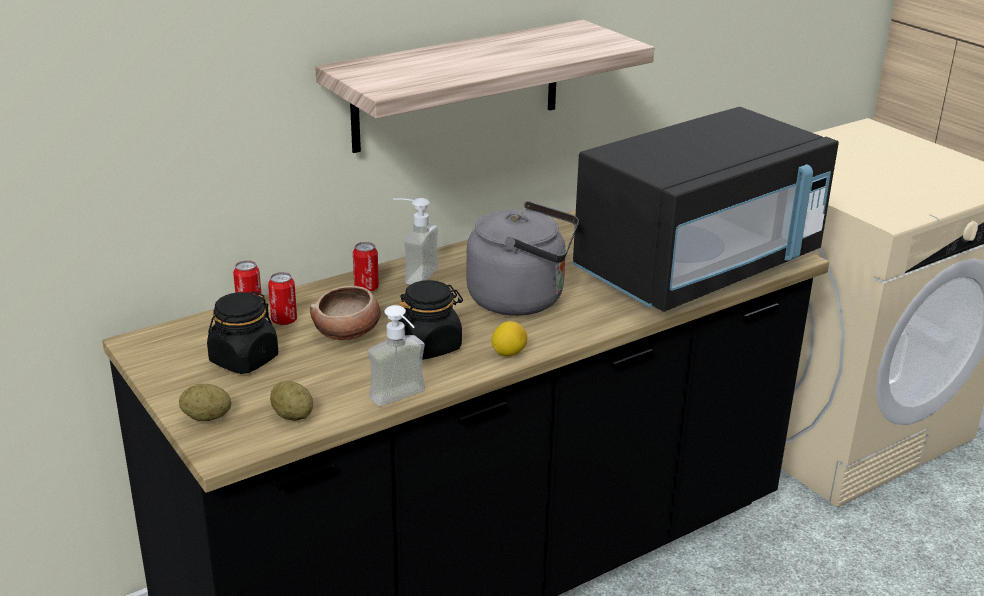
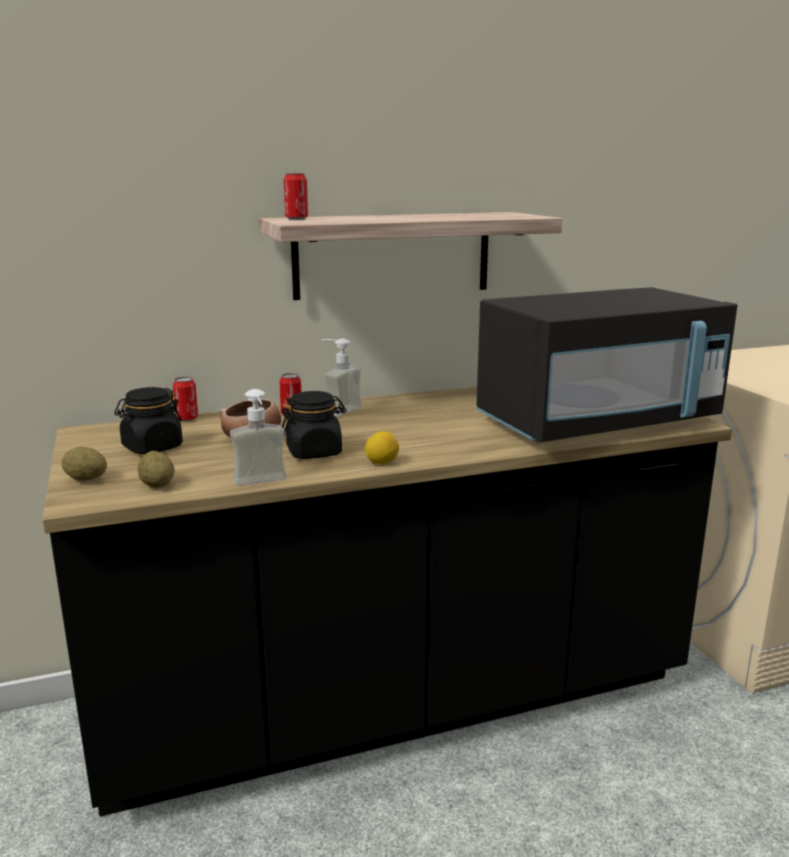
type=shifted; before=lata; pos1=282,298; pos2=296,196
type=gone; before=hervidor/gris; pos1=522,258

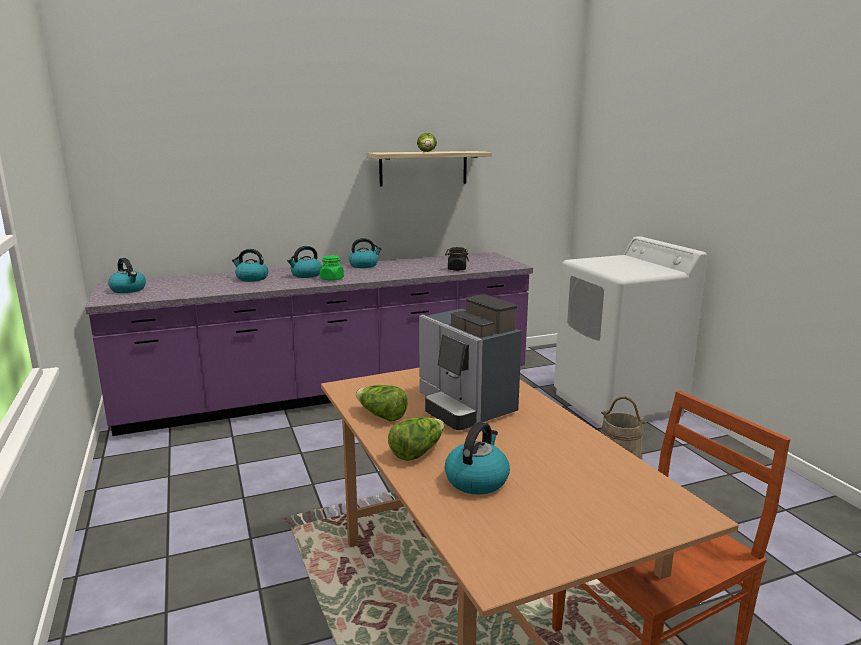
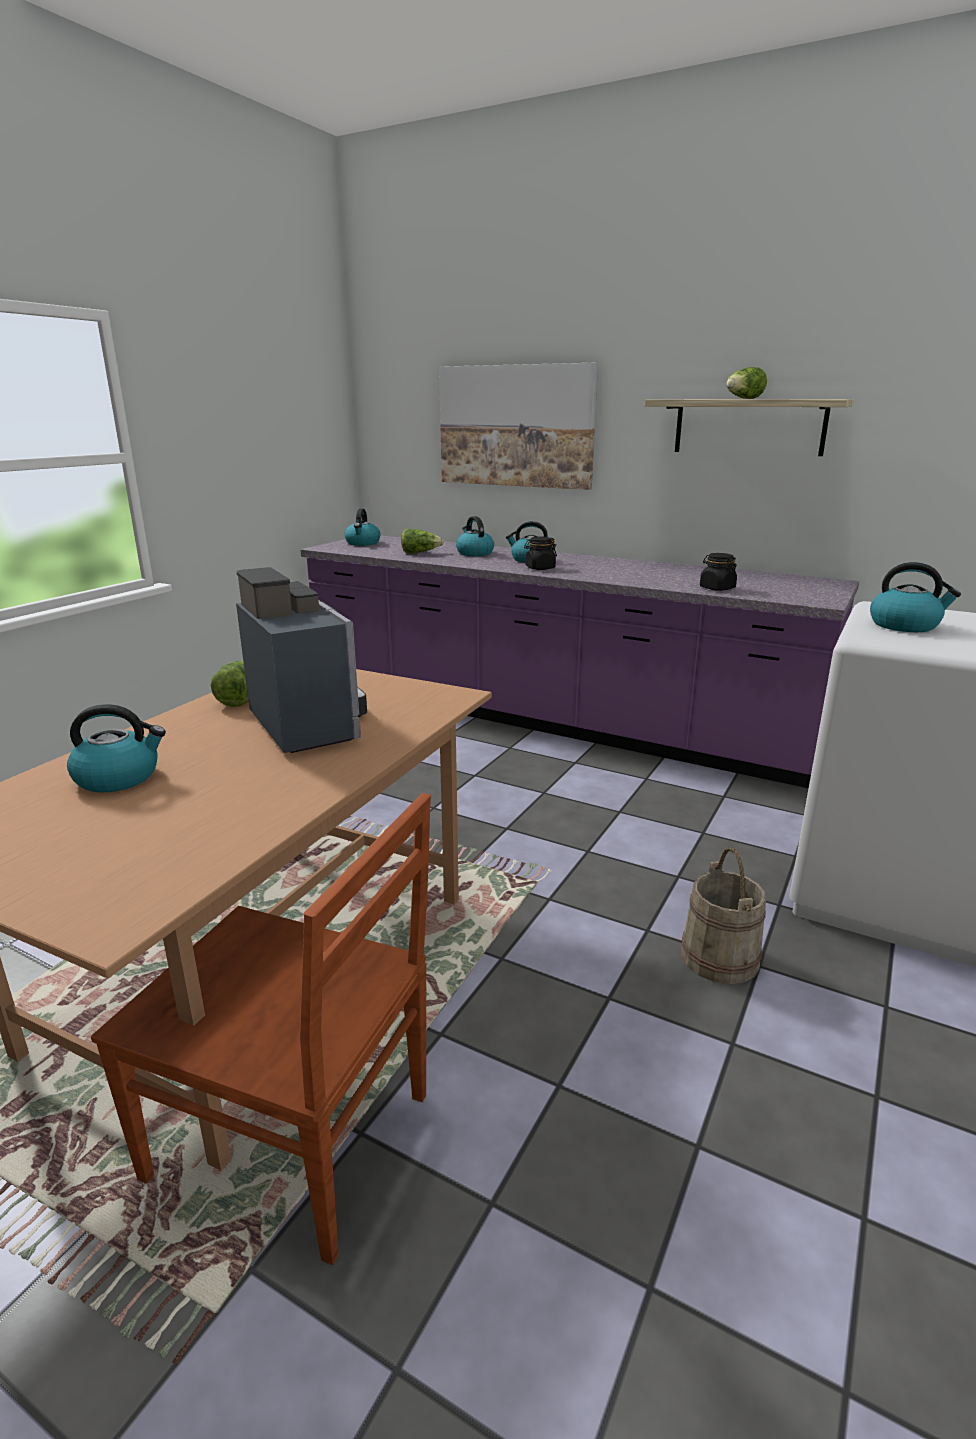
type=repainted; before=tarro/verde; after=tarro/negro; pos1=332,268; pos2=540,553
type=shifted; before=hervidor; pos1=365,253; pos2=915,597
type=shifted; before=lechuga; pos1=416,439; pos2=422,541
type=rotated; before=cafetera; pos1=470,362; pos2=301,660; turn=135
type=new; after=cuadro; pos2=518,426

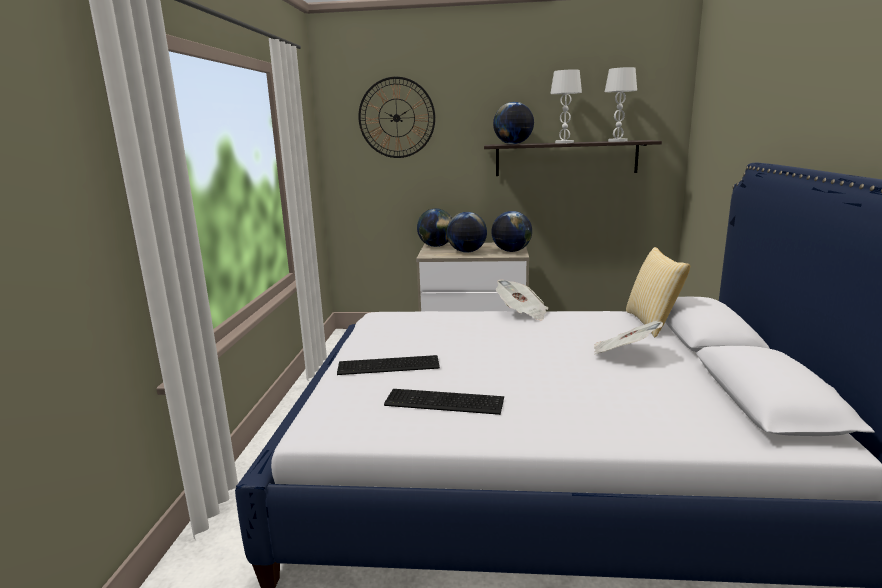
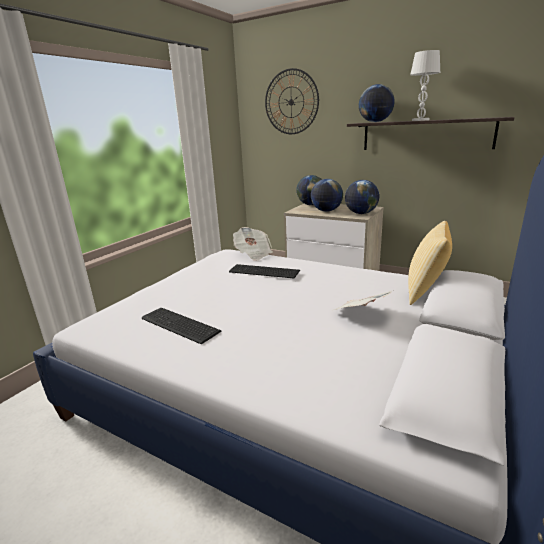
type=shifted; before=teclado; pos1=388,365; pos2=264,271
type=shifted; before=periódico; pos1=522,299; pos2=253,244
type=gone; before=lámpara de mesa/blanco; pos1=621,104

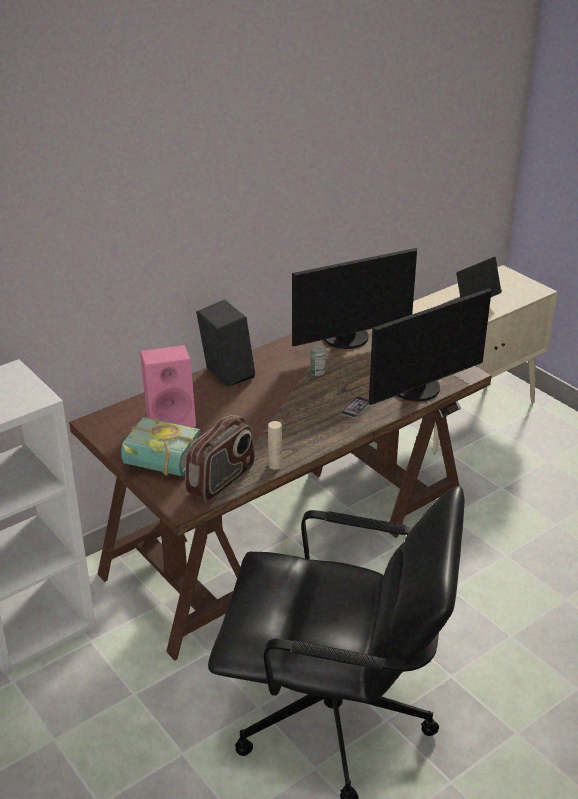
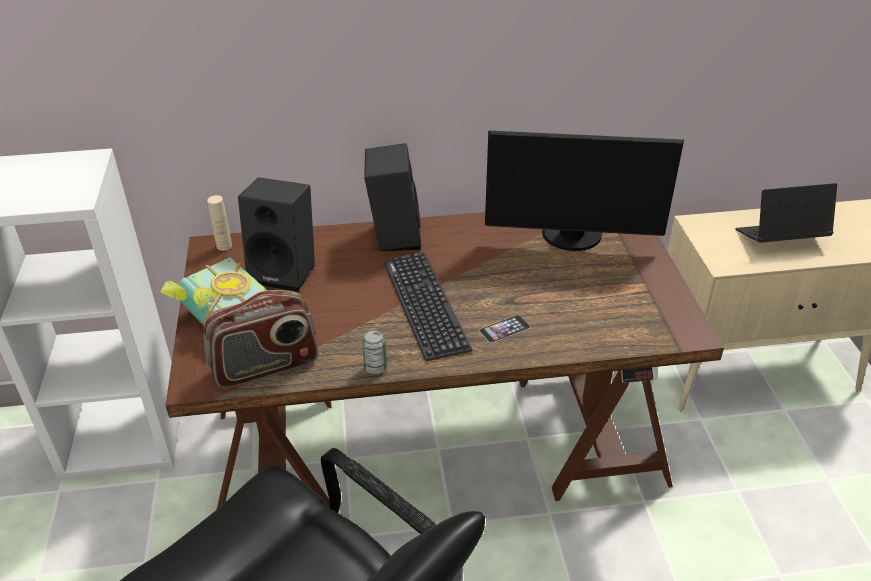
type=repainted; before=altavoz/rosa; after=altavoz/negro; pos1=168,386; pos2=276,234
type=shifted; before=botella/beis; pos1=275,445; pos2=219,223
type=shifted; before=lata; pos1=318,360; pos2=374,352
type=gone; before=monitor; pos1=430,346
type=new; after=teclado; pos2=428,306

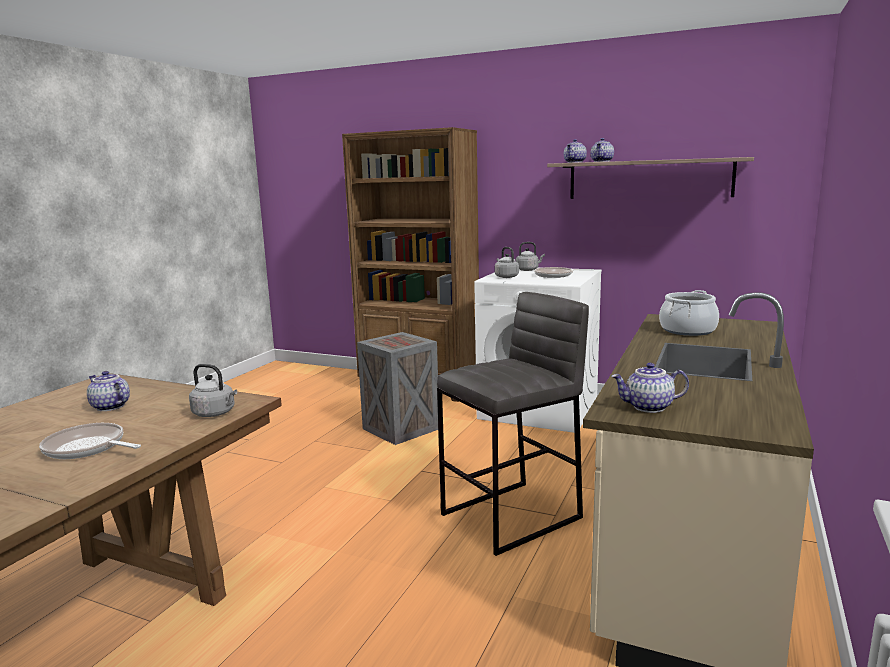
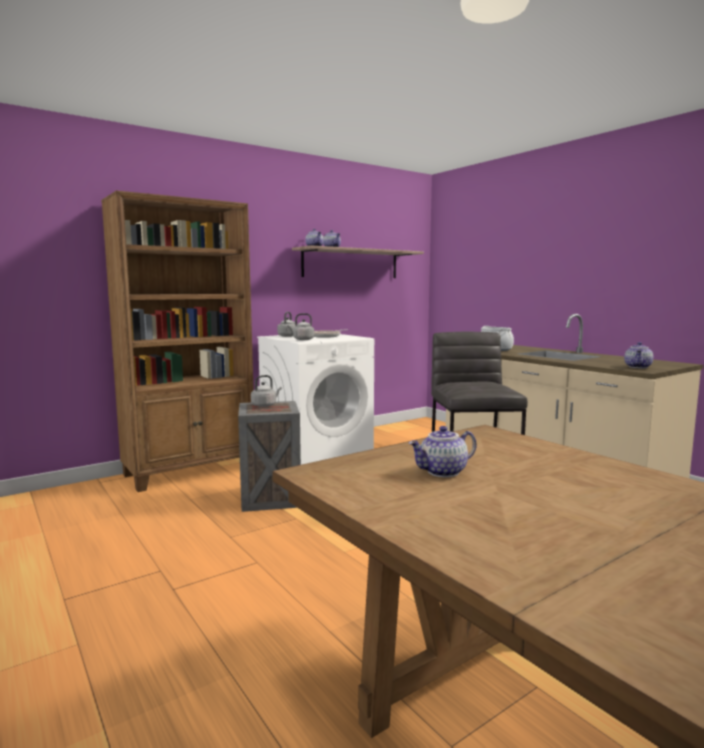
type=gone; before=sartén; pos1=90,441
type=shifted; before=hervidor/gris; pos1=213,390; pos2=266,391

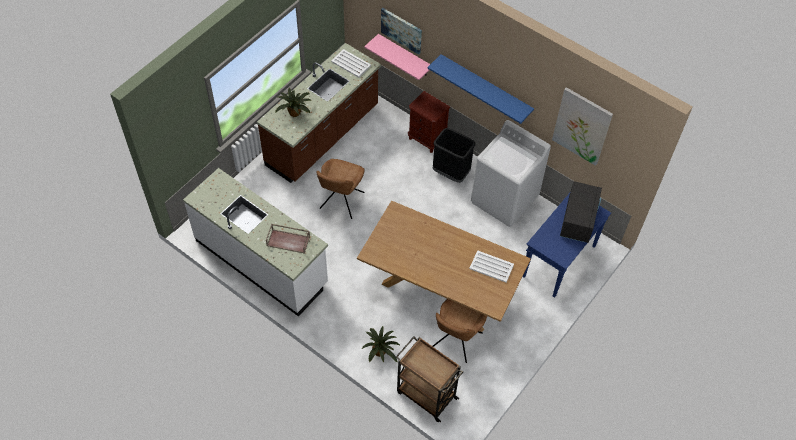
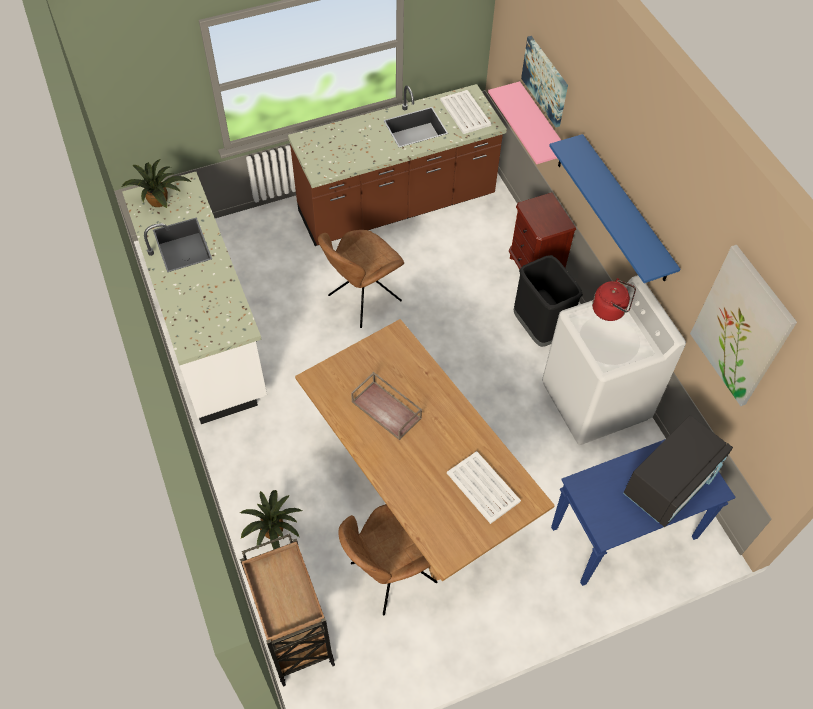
type=shifted; before=bandeja/marrón; pos1=288,239; pos2=386,406
type=shifted; before=planta en maceta; pos1=293,102; pos2=156,183
type=new; after=hervidor/rojo; pos2=614,299

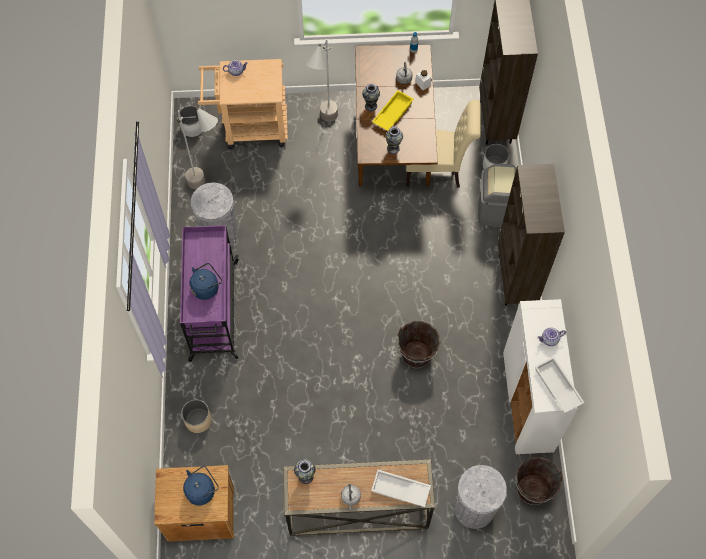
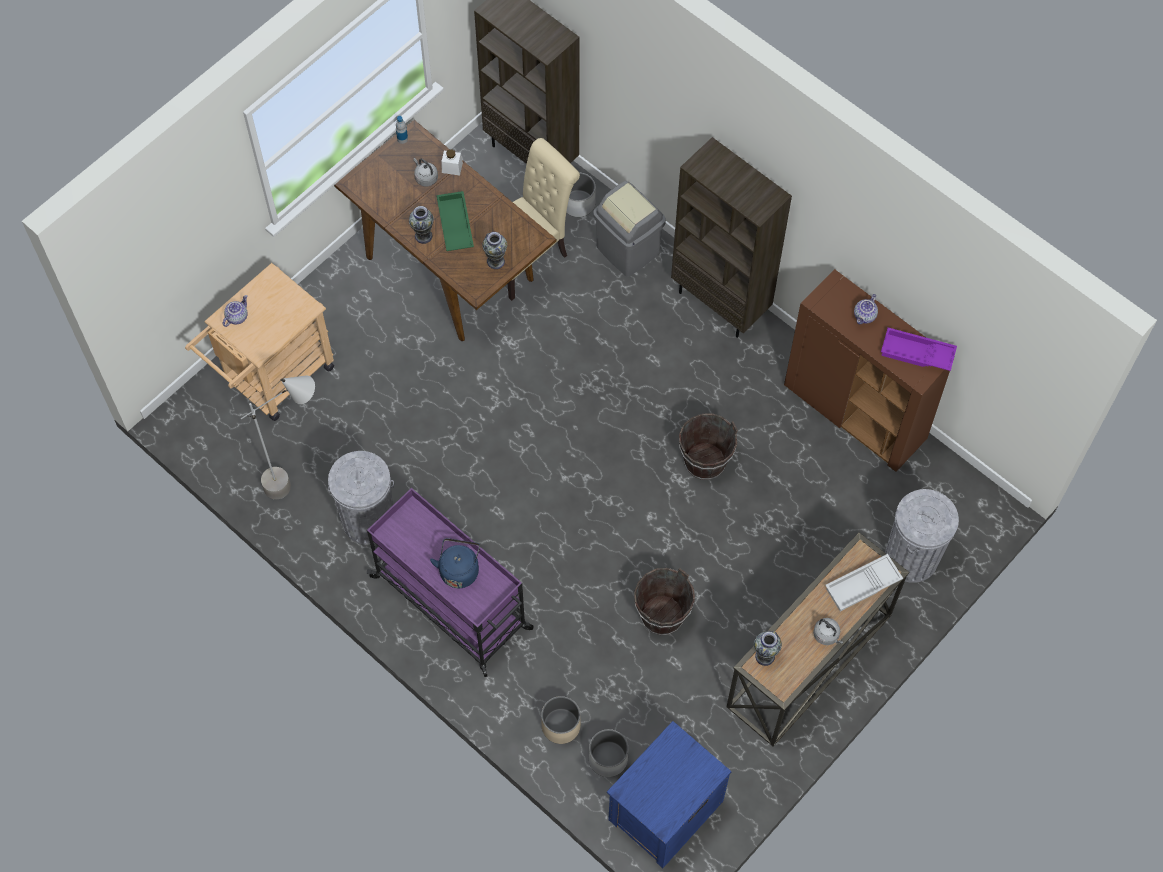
type=repainted; before=mesita de noche/marrón; after=mesita de noche/azul; pos1=194,503; pos2=669,794
type=shifted; before=maceta/blanco; pos1=190,121; pos2=608,753
type=gone; before=hervidor/azul; pos1=201,485
type=gone; before=lámpara de pie/gris; pos1=322,80
type=repainted; before=bandeja/amarillo; after=bandeja/verde; pos1=392,110; pos2=455,221
type=repainted; before=armario/blanco; after=armario/marrón; pos1=540,376; pos2=867,370
type=shifted; before=cubo/marrón; pos1=539,481; pos2=664,601
type=repainted; before=bandeja/blanco; after=bandeja/morado; pos1=559,385; pos2=919,349

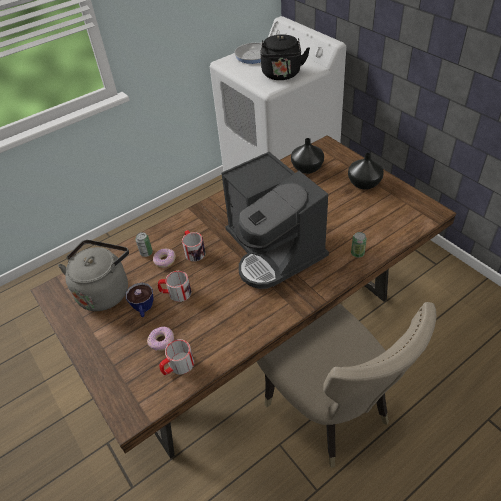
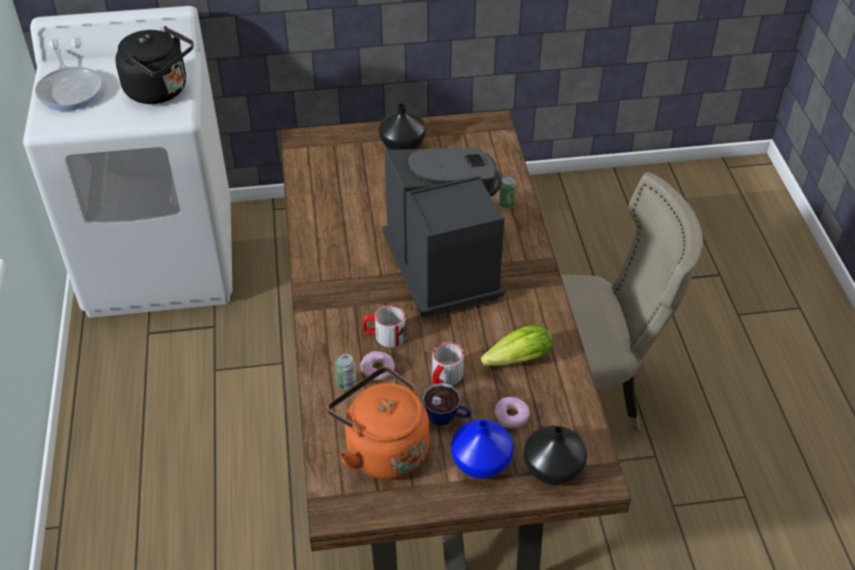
type=repainted; before=hervidor/gris; after=hervidor/naranja; pos1=93,275; pos2=378,423
type=gone; before=taza grande; pos1=177,357
type=rotated; before=cafetera; pos1=275,220; pos2=443,232; turn=-105
type=shifted; before=florero/negro; pos1=307,156; pos2=555,455
type=new; after=florero/azul; pos2=482,449
type=new; after=lechuga; pos2=516,345

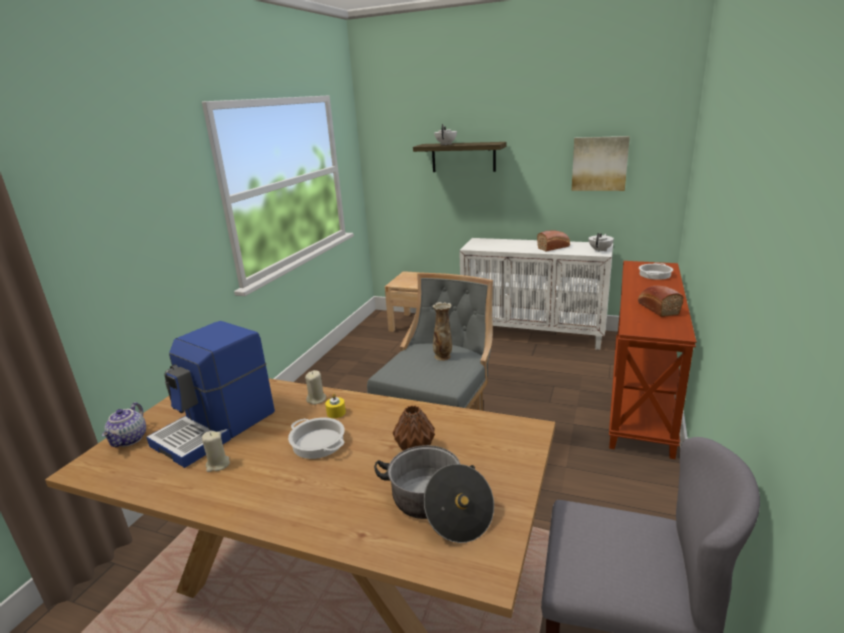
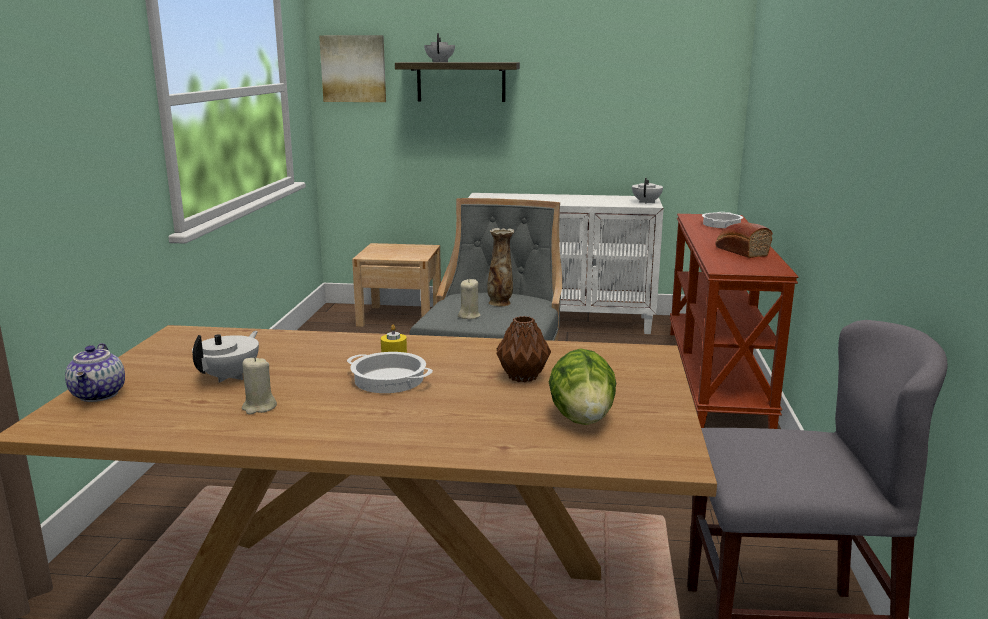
type=swapped; before=cafetera; after=tetera/blanco; pos1=210,394; pos2=225,357
type=shifted; before=vela/beis; pos1=315,387; pos2=469,299
type=swapped; before=olla; after=lechuga; pos1=434,494; pos2=582,386
type=gone; before=pan; pos1=553,241
type=shifted; before=cuadro; pos1=601,163; pos2=352,68

